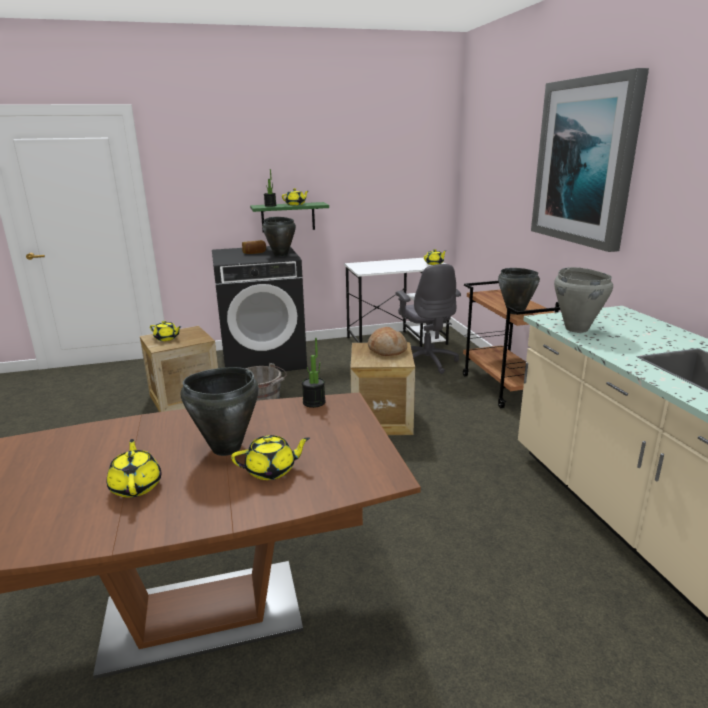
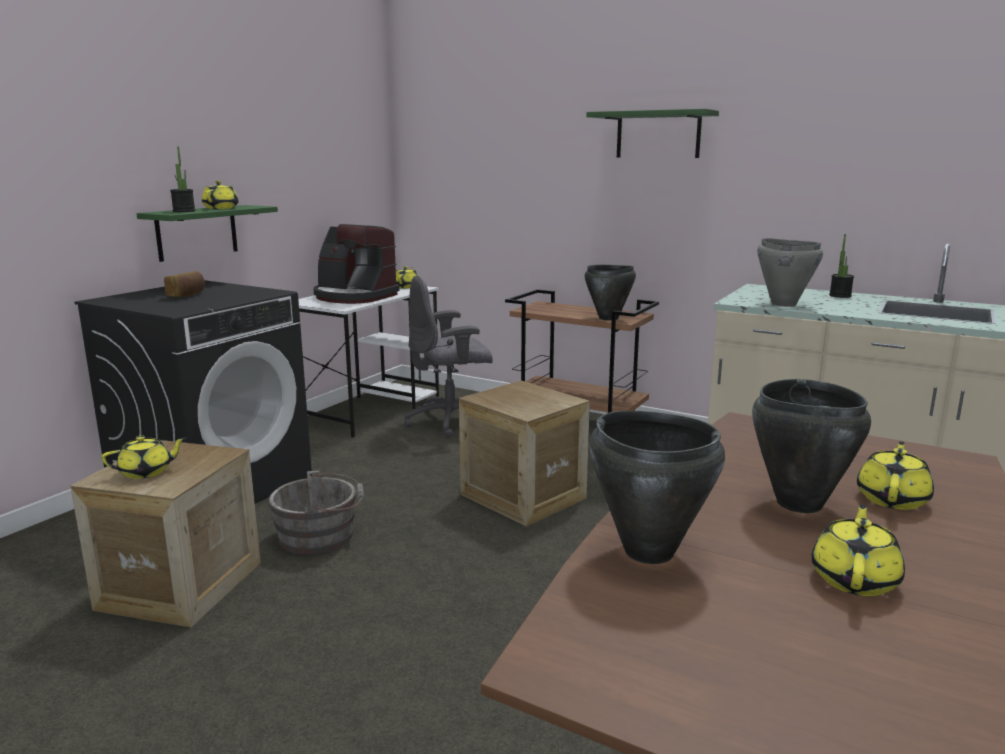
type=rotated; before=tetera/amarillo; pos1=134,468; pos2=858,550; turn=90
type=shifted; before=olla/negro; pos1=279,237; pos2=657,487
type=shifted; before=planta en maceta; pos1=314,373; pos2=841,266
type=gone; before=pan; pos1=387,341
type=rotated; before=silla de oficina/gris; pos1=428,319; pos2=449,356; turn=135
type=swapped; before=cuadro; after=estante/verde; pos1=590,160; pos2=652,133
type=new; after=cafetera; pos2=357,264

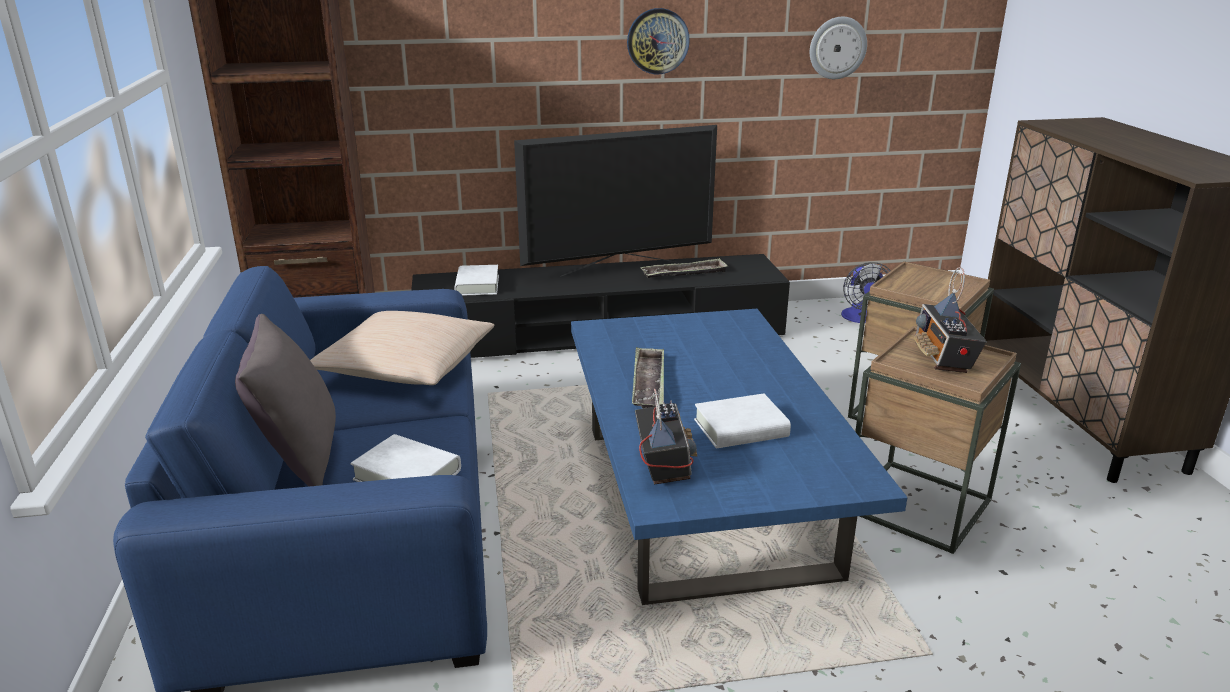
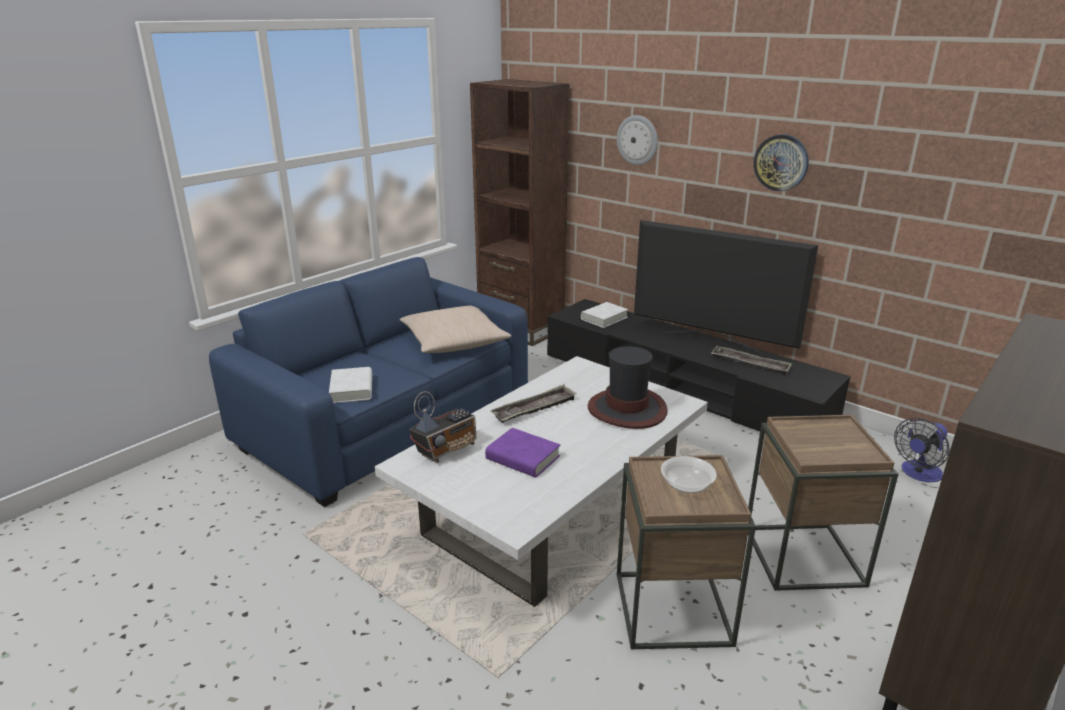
type=gone; before=cojín/gris; pos1=285,400
type=repainted; before=mesa de centro/azul; after=mesa de centro/blanco; pos1=739,457; pos2=541,481
type=repainted; before=libro/blanco; after=libro/morado; pos1=742,420; pos2=522,453
type=shifted; before=reloj de pared; pos1=838,48; pos2=637,140
type=swapped; before=radio; after=cuenco; pos1=950,320; pos2=689,474
type=new; after=sombrero; pos2=628,387

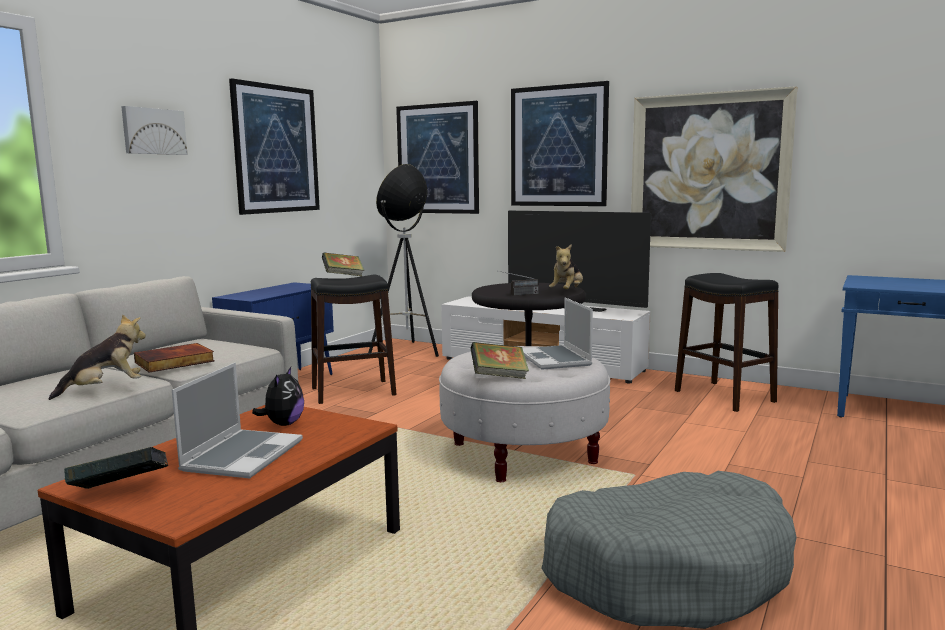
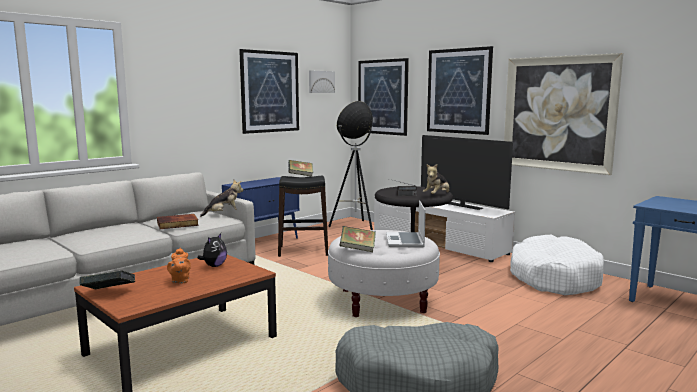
type=shifted; before=peluche; pos1=97,357; pos2=221,198
type=shifted; before=cuadro; pos1=154,130; pos2=322,82
type=swapped; before=portátil; after=tetera/naranja; pos1=237,420; pos2=179,265
type=swapped; before=taburete/negro; after=cama para perro/blanco; pos1=727,342; pos2=557,265

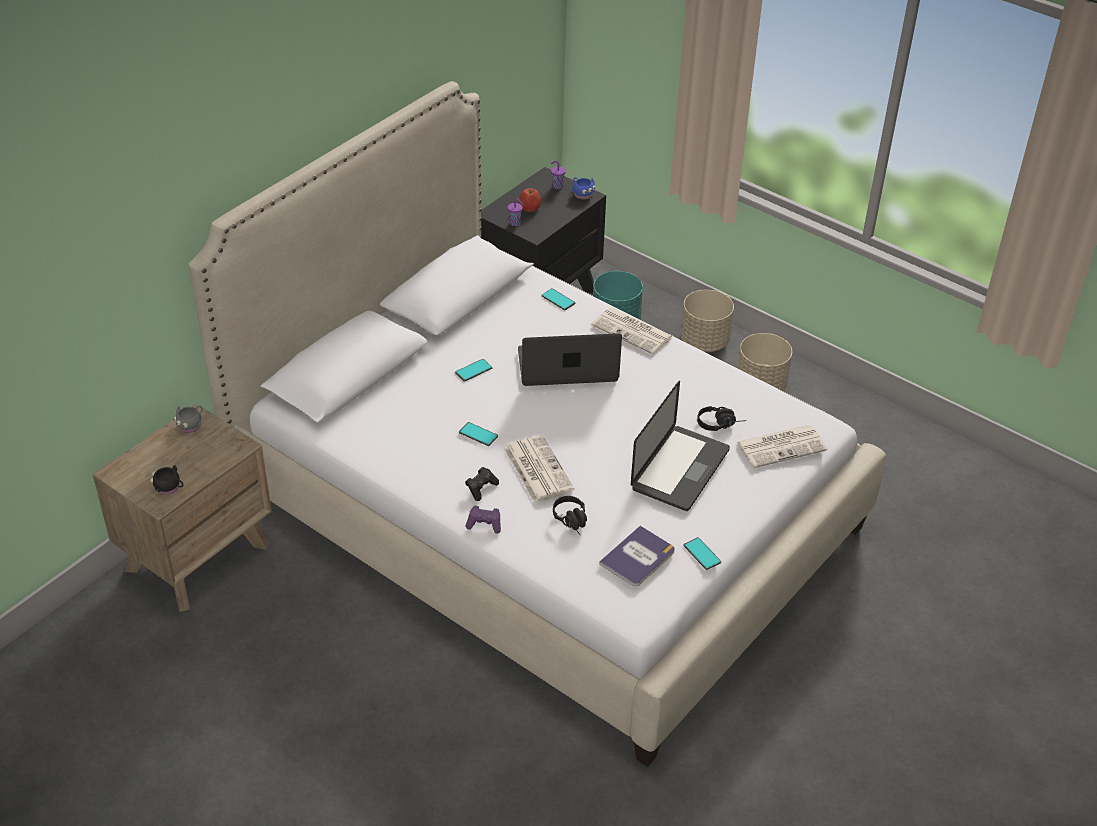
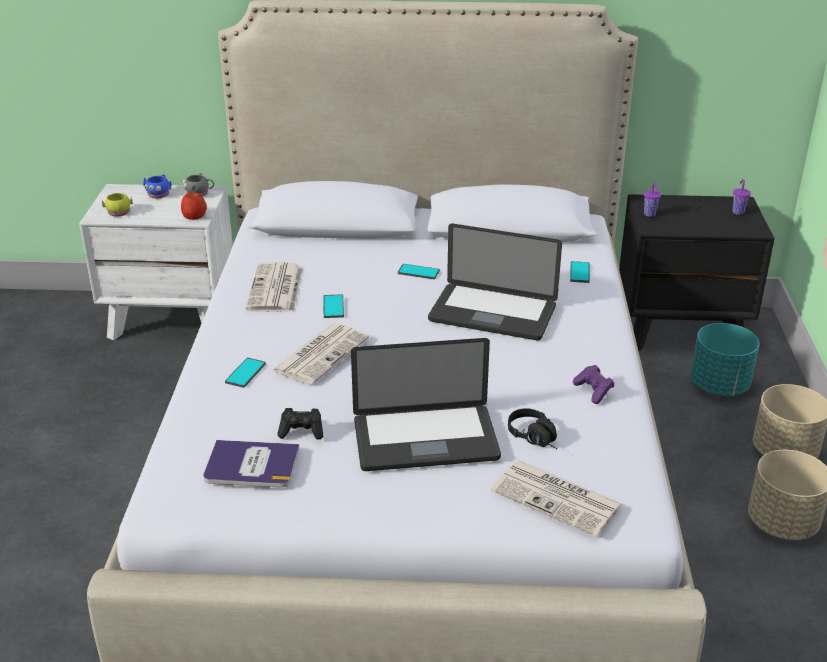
type=repainted; before=mesita de noche/marrón; after=mesita de noche/blanco; pos1=182,508; pos2=156,262
type=repainted; before=taza grande/negro; after=taza grande/amarillo; pos1=166,480; pos2=117,205
type=shifted; before=mando de consola/negro; pos1=482,484; pos2=300,424
type=shifted; before=mando de consola/morado; pos1=483,519; pos2=593,384
type=rotated; before=portátil; pos1=570,359; pos2=495,282; turn=150
type=shifted; before=manzana; pos1=530,200; pos2=194,206
type=gone; before=auriculares/negro; pos1=570,515
type=shifted; before=taza grande/azul; pos1=583,188; pos2=157,186
type=shifted; before=periódico; pos1=632,330; pos2=274,287
type=shifted; before=móvil; pos1=702,553; pos2=245,373

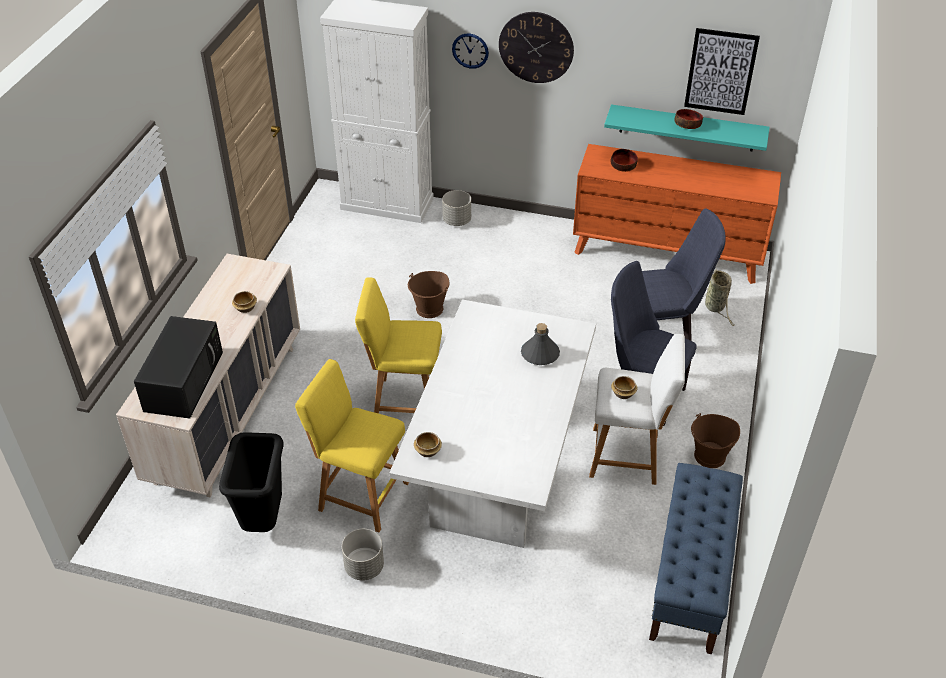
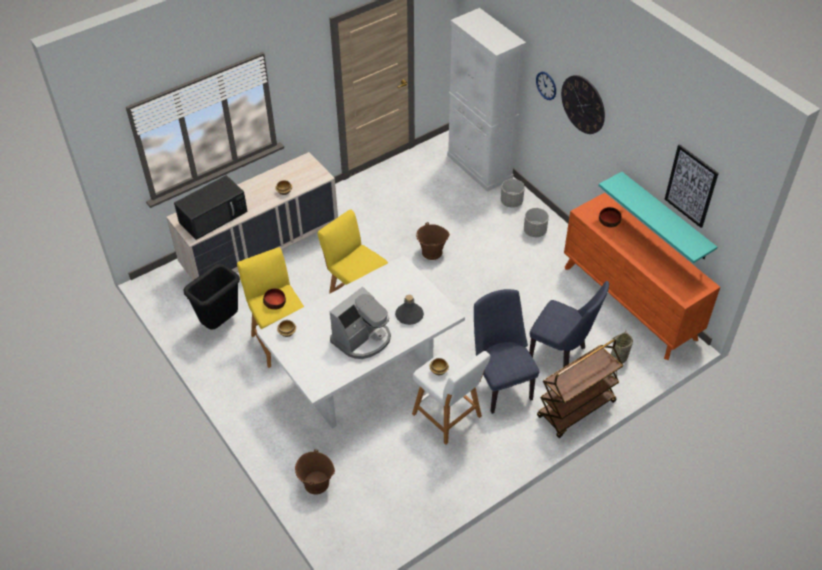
type=shifted; before=maceta/gris; pos1=363,554; pos2=536,222
type=gone; before=banco/azul; pos1=696,558
type=shifted; before=cuenco; pos1=688,119; pos2=274,299
type=shifted; before=cubo/marrón; pos1=715,440; pos2=315,472
type=new; after=cafetera; pos2=360,323
type=new; after=carrito/marrón; pos2=580,388

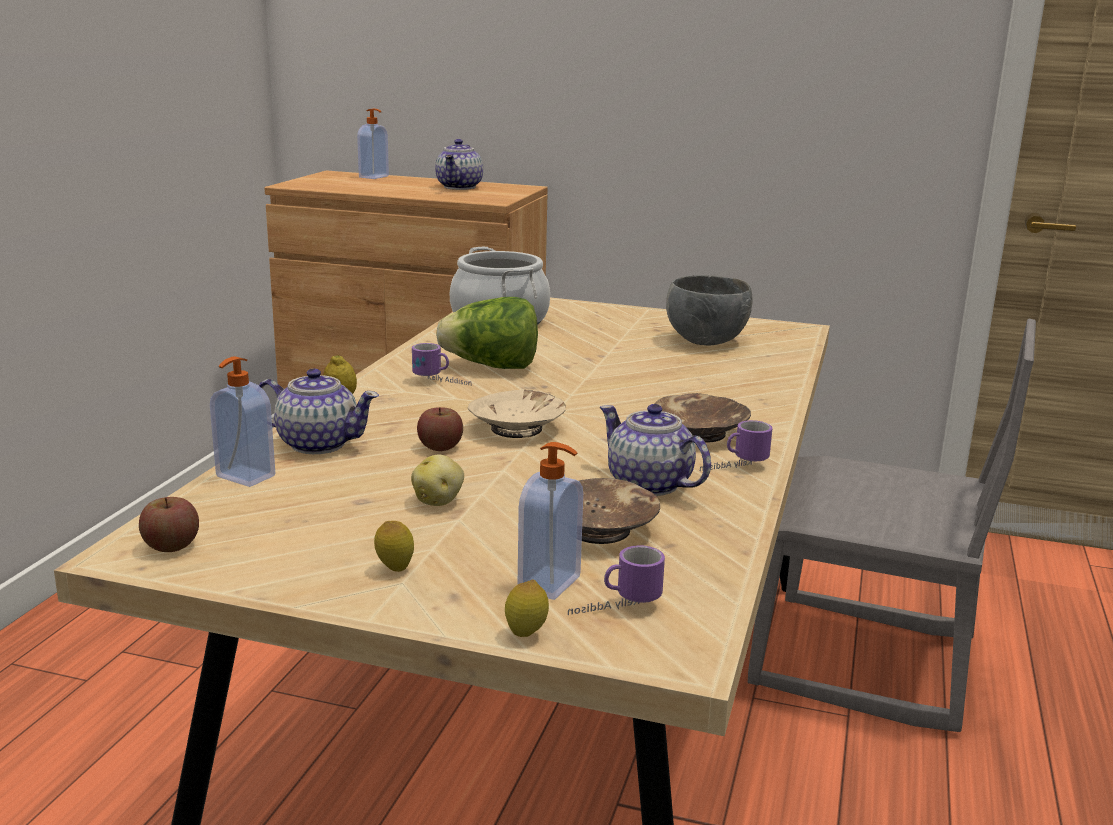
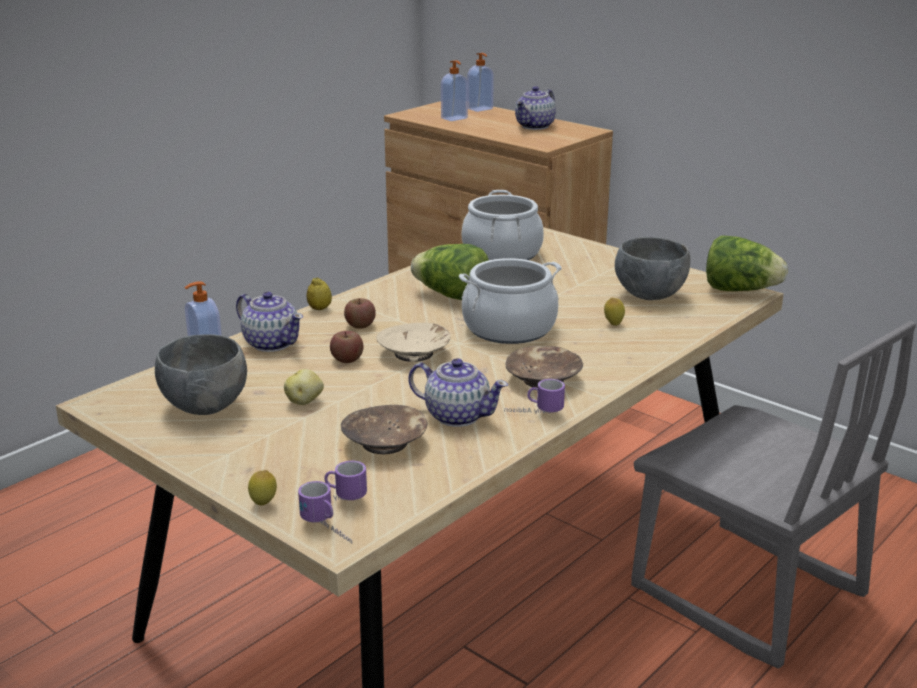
type=shifted; before=manzana; pos1=169,524; pos2=360,313
type=shifted; before=limón; pos1=394,546; pos2=614,312
type=shifted; before=taza grande; pos1=442,364; pos2=325,512
type=shifted; before=dispensador de jabón; pos1=550,521; pos2=454,90
type=rotated; before=tetera; pos1=655,450; pos2=458,392; turn=135
type=new; after=cuenco/gris; pos2=201,374
type=new; after=olla; pos2=510,301
type=new; after=lechuga; pos2=747,263

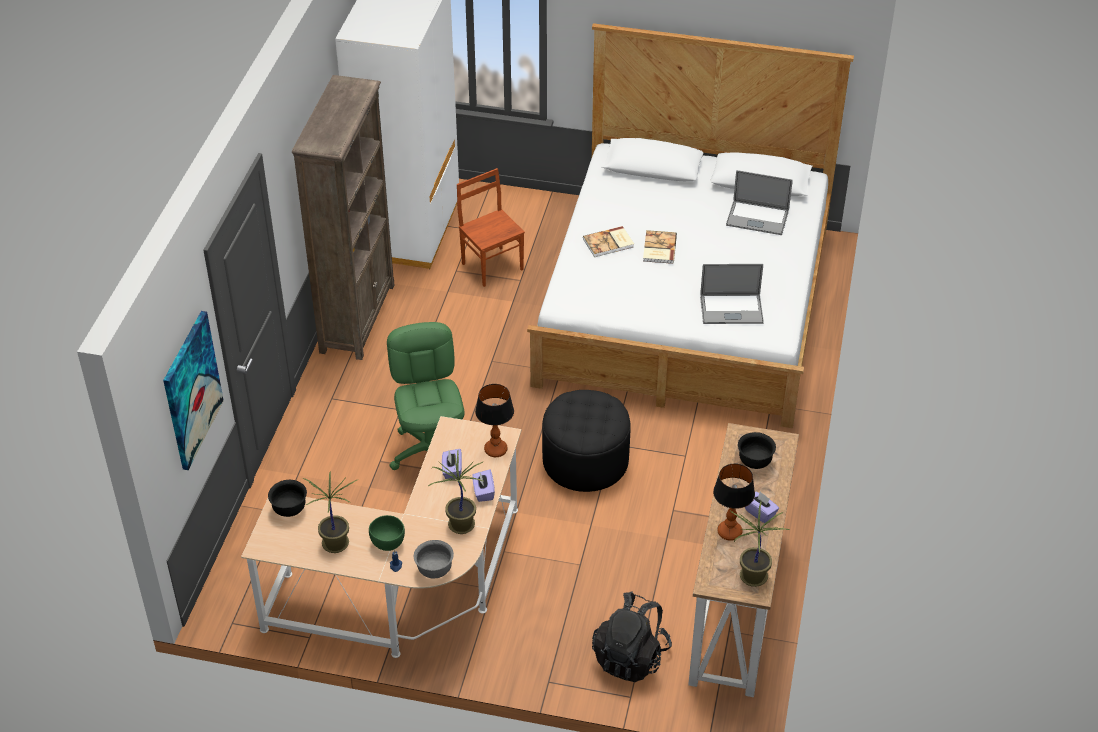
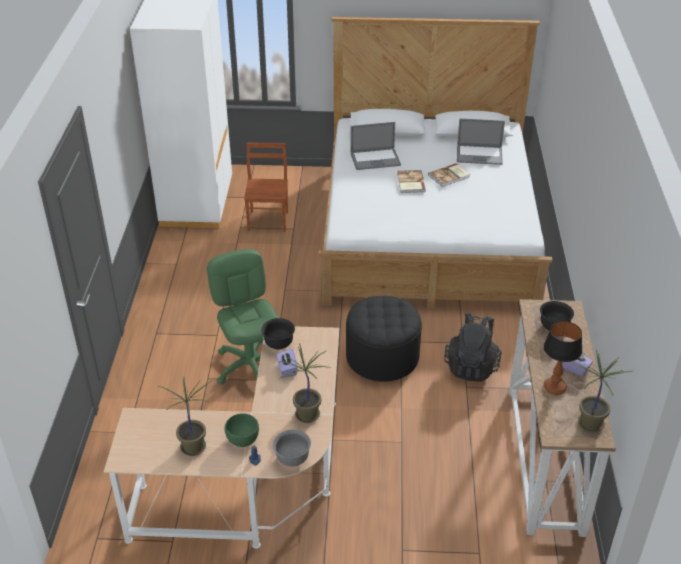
type=gone; before=cuadro; pos1=193,390
type=shifted; before=cuenco/negro; pos1=287,498; pos2=278,334
type=gone; before=estantería/marrón; pos1=343,217
type=rotated; before=silla/marrón; pos1=491,227; pos2=266,187; turn=45
type=gone; before=caja de pañuelos/morado; pos1=483,485
type=gone; before=lámpara de mesa; pos1=494,420
type=shifted; before=libro; pos1=608,241; pos2=449,175
type=shifted; before=mochila/negro; pos1=632,636; pos2=473,347
type=shifted; before=portátil; pos1=732,294; pos2=375,146

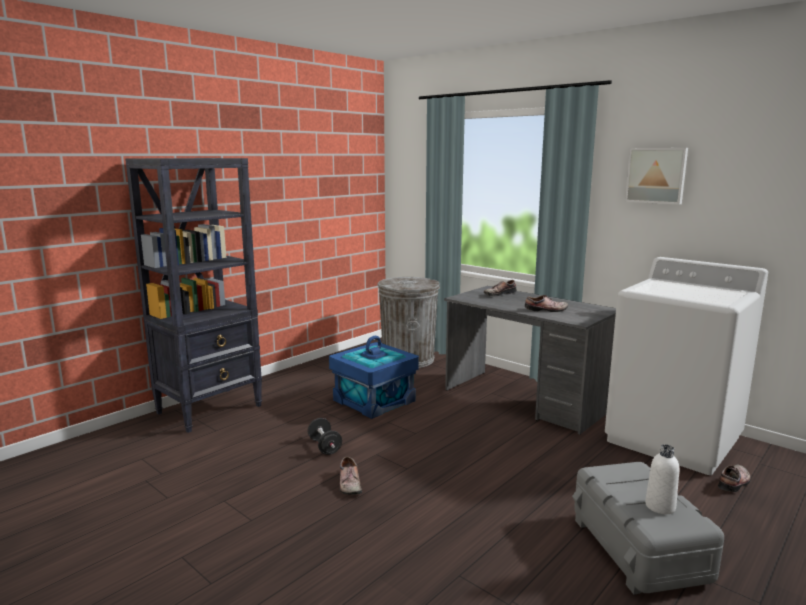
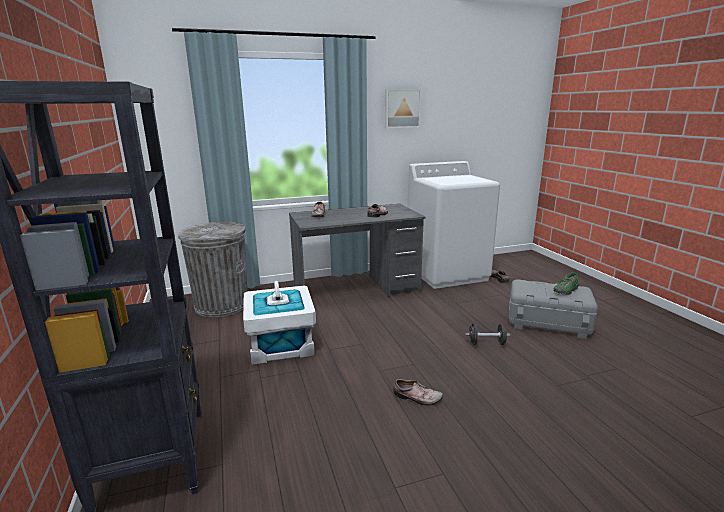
type=shifted; before=mancuerna/negro; pos1=325,436; pos2=487,334
type=repainted; before=caja de almacenaje/azul; after=caja de almacenaje/blanco; pos1=374,377; pos2=279,322
type=swapped; before=botella/blanco; after=zapato/verde; pos1=662,479; pos2=566,283

